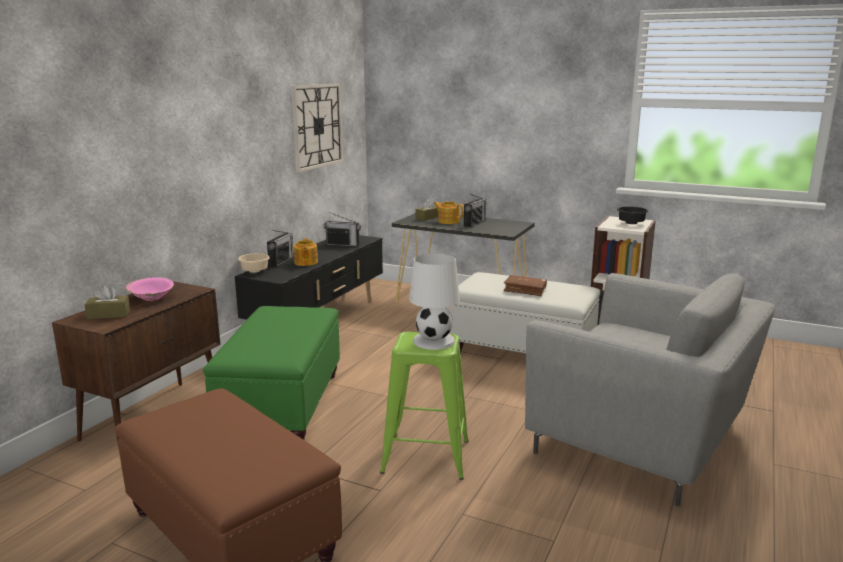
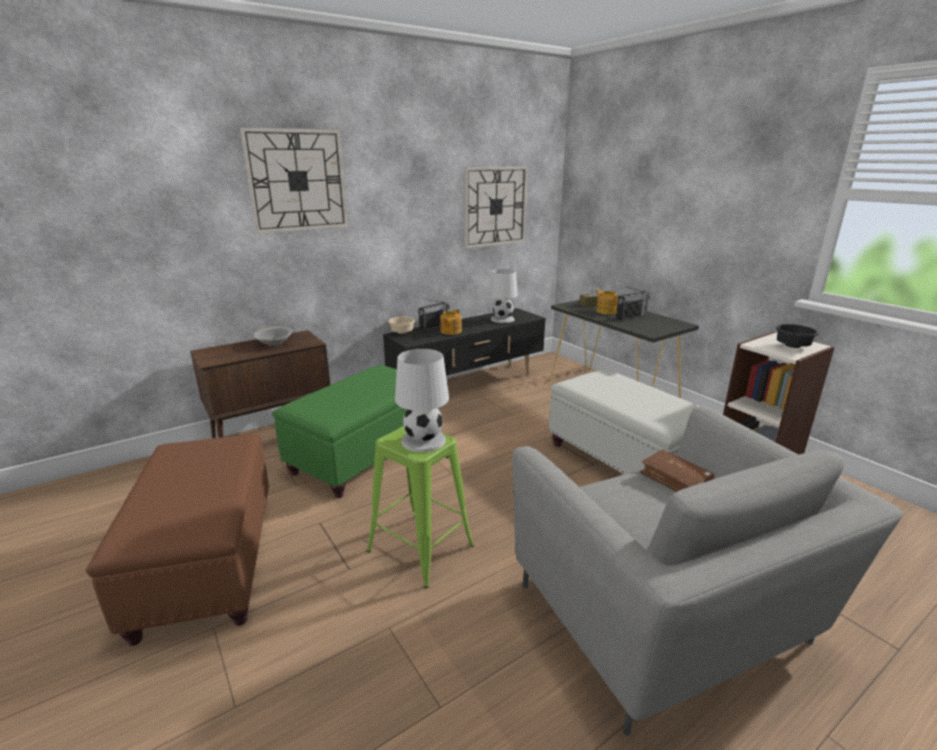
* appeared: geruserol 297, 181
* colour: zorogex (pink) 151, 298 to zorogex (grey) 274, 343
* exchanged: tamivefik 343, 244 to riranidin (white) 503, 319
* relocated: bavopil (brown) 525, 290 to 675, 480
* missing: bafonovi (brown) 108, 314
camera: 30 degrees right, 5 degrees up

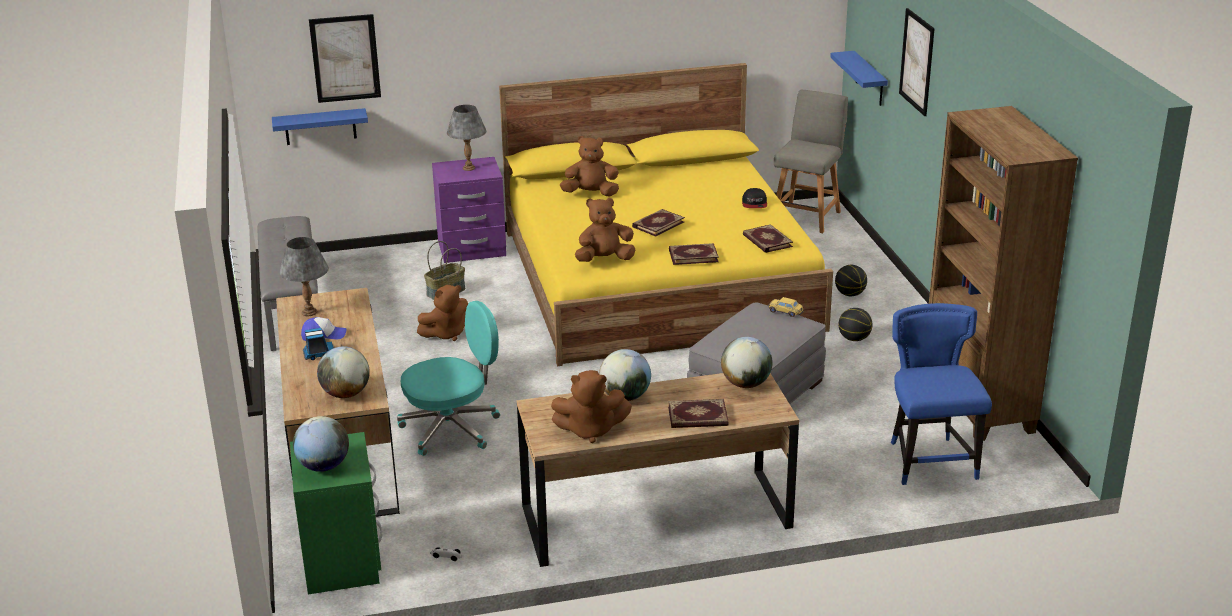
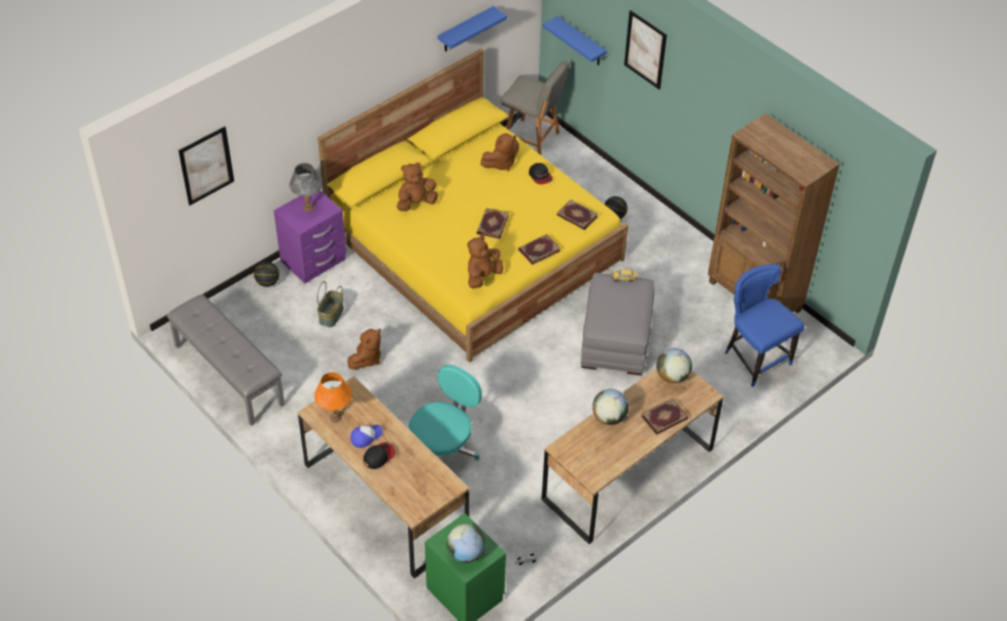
* relocated: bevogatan 854, 338 to 267, 282
* colour: riranidin (grey) 309, 312 to riranidin (orange) 335, 418
* exchanged: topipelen 318, 354 to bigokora 379, 456
* relocated: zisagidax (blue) 320, 126 to 465, 30
* relocated: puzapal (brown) 590, 430 to 501, 163
* spun: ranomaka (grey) 807, 216 = 533, 139 120 degrees clockwise
* missing: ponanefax 346, 394
camera: 30 degrees left, 20 degrees up

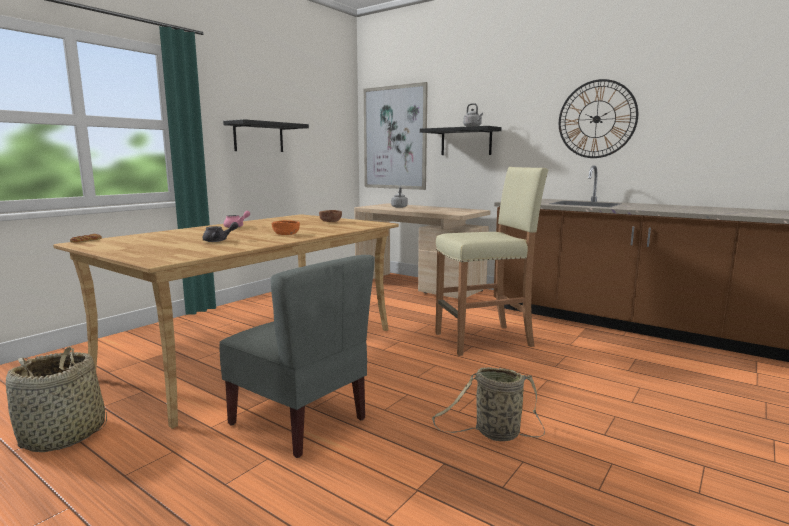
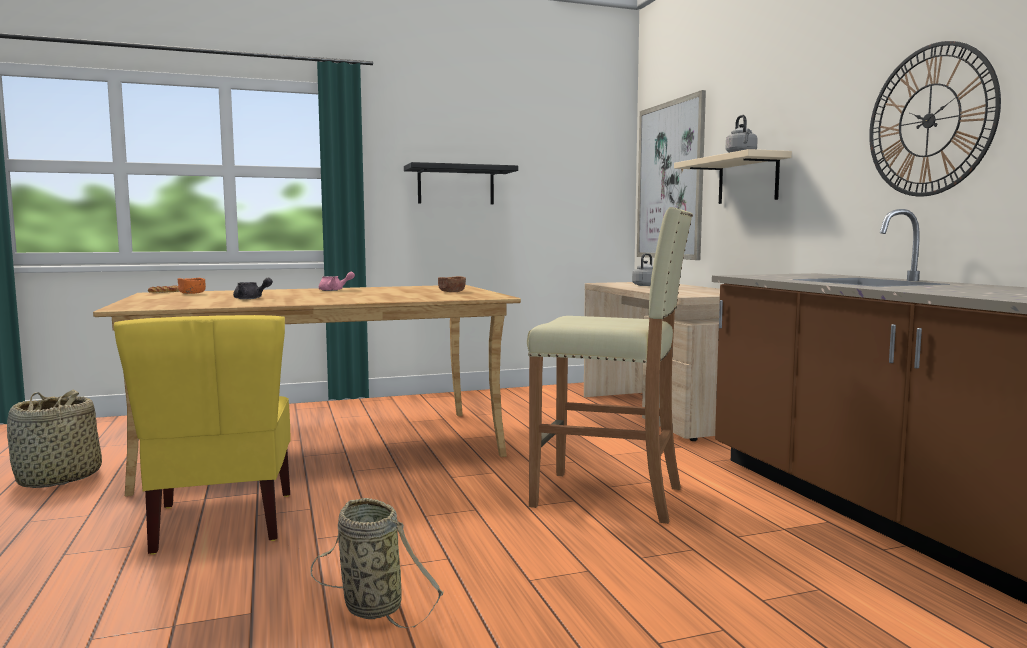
* colour: ranomaka (grey) 300, 421 to ranomaka (yellow) 222, 523
* relocated: zorogex (orange) 286, 234 to 191, 293
* colour: zisagidax (black) 466, 141 to zisagidax (beige) 748, 180
camera: 35 degrees right, 5 degrees down

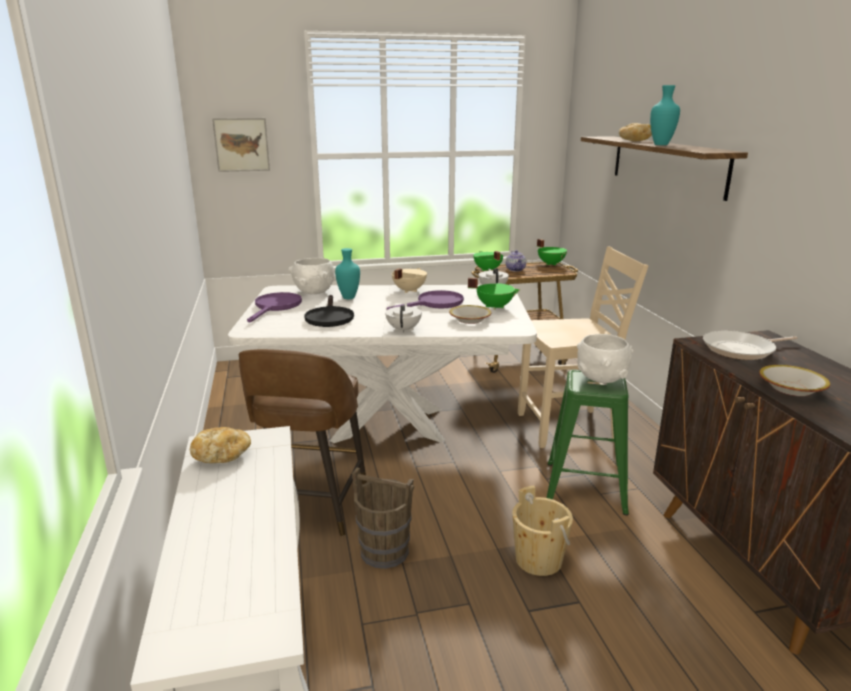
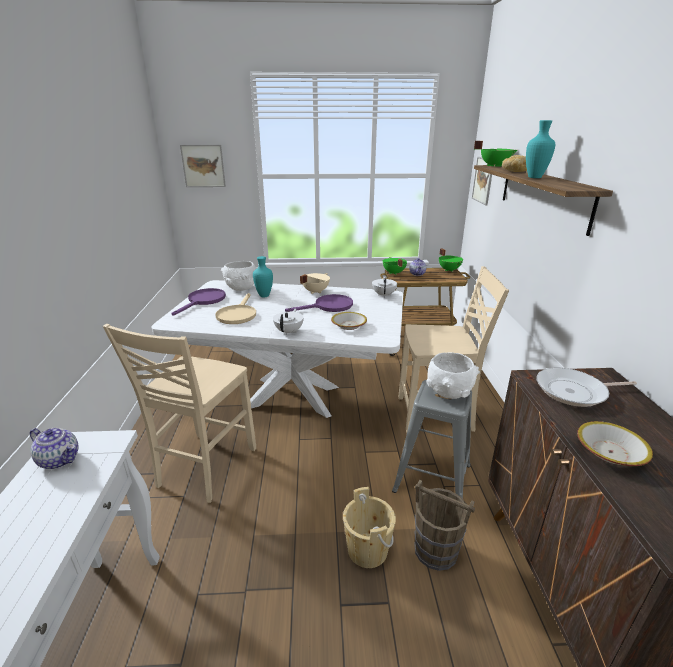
* exchanged: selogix 222, 456 to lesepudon 60, 459
* exchanged: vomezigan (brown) 311, 506 to ranomaka (beige) 204, 467
* colour: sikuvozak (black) 329, 317 to sikuvozak (beige) 237, 314
* colour: vomezigan (green) 586, 487 to vomezigan (grey) 433, 477
* relocated: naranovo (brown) 385, 552 to 436, 551
* appeared: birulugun 483, 180
* relocated: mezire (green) 494, 307 to 494, 166
camera: 10 degrees right, 5 degrees up

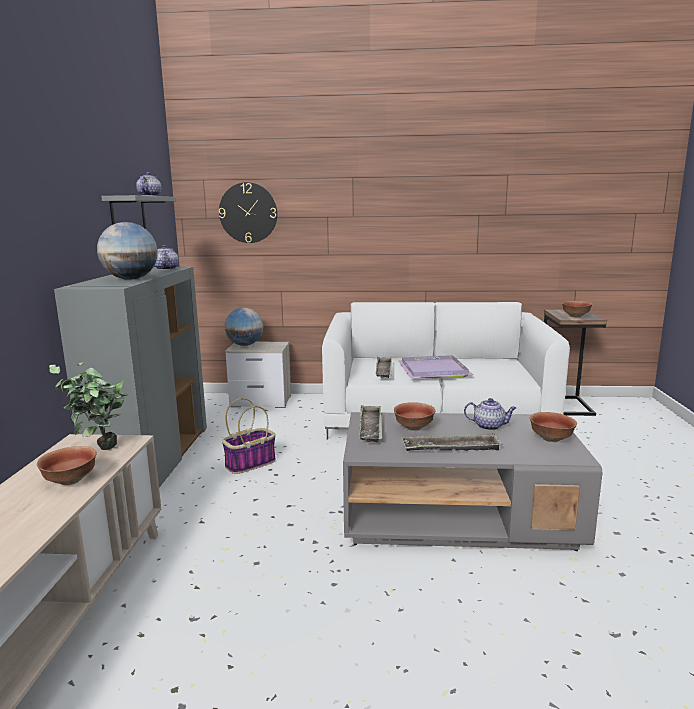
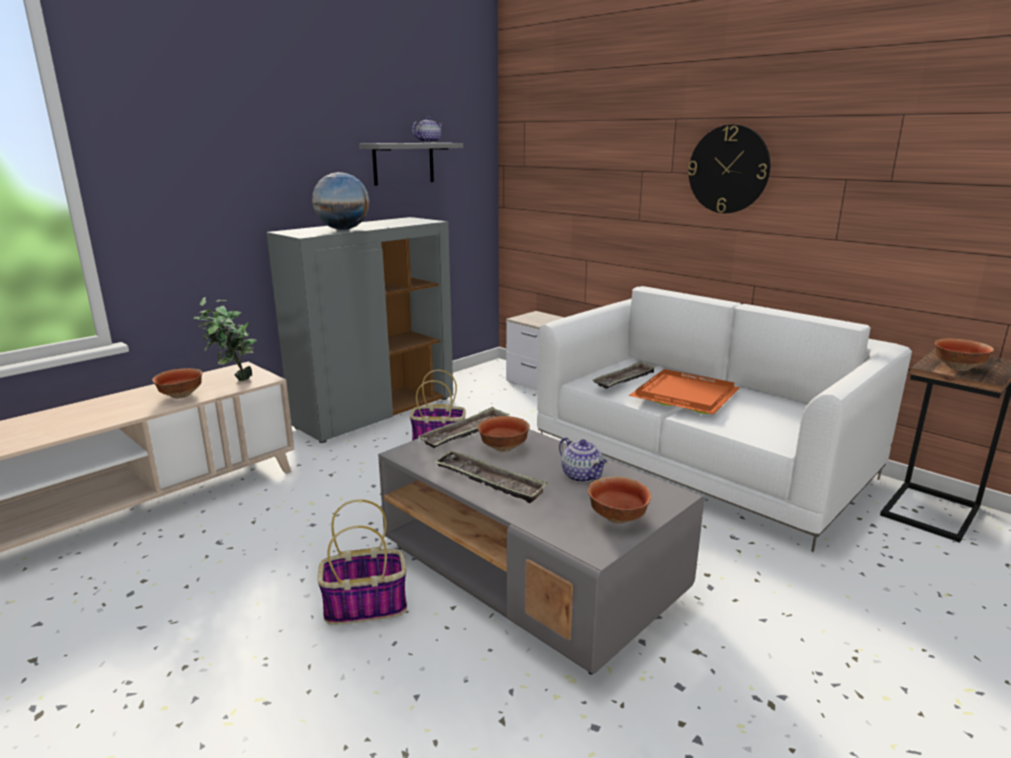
* appeared: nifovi 366, 606
* colour: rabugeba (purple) 435, 370 to rabugeba (orange) 685, 396
* relocated: geruserol 248, 213 to 728, 169
* missing: lesepudon 166, 269
* missing: ponanefax 245, 345
camera: 40 degrees right, 5 degrees up

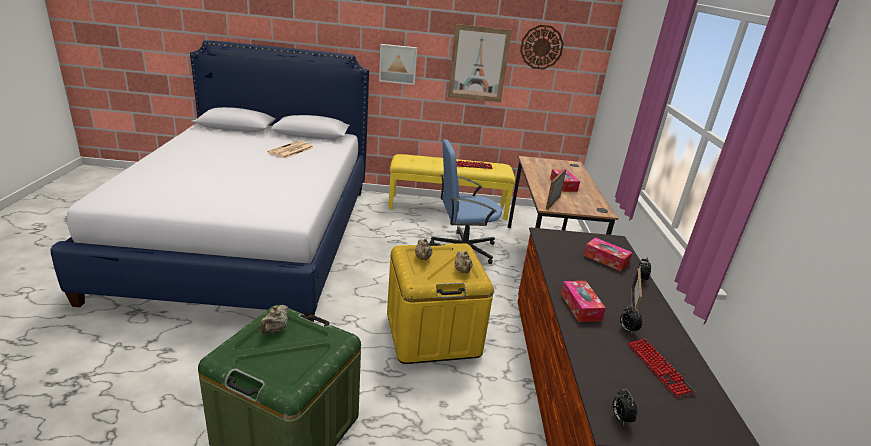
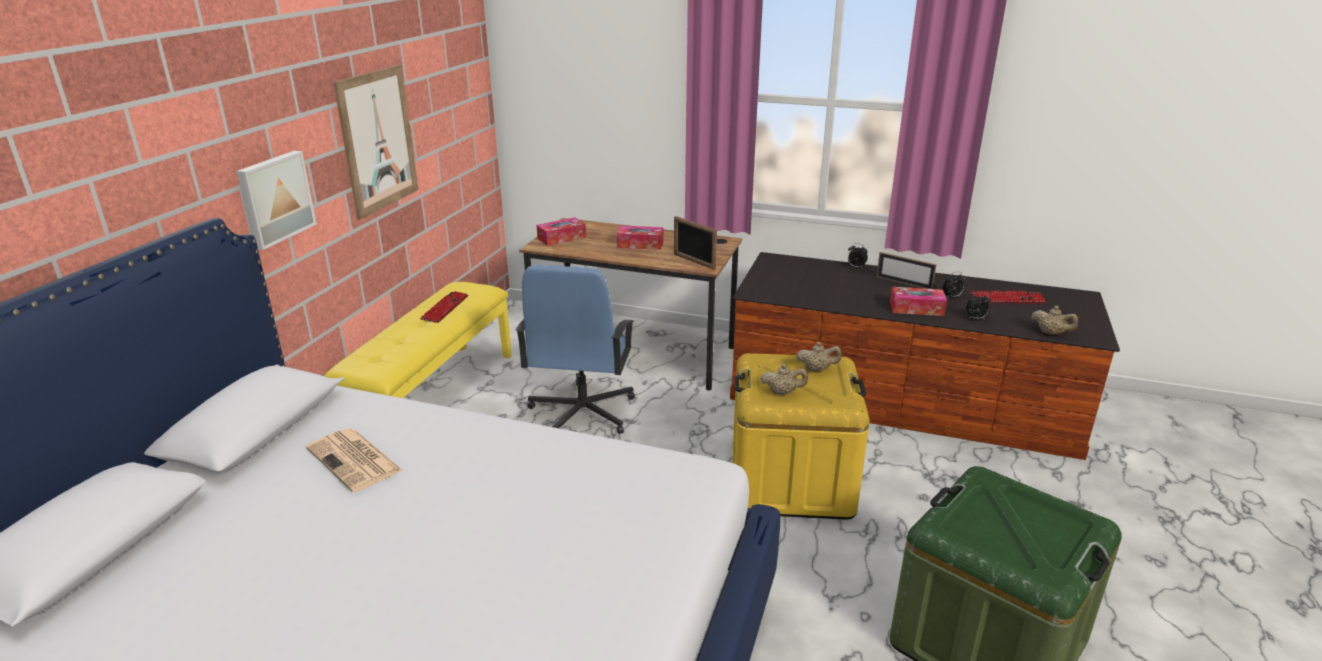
* relocated: bafonovi 606, 259 to 561, 238
* relocated: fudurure 620, 418 to 975, 319
* relocated: lesepudon (beige) 275, 330 to 1051, 333
* missing: geruserol 541, 47
camera: 70 degrees left, 0 degrees up

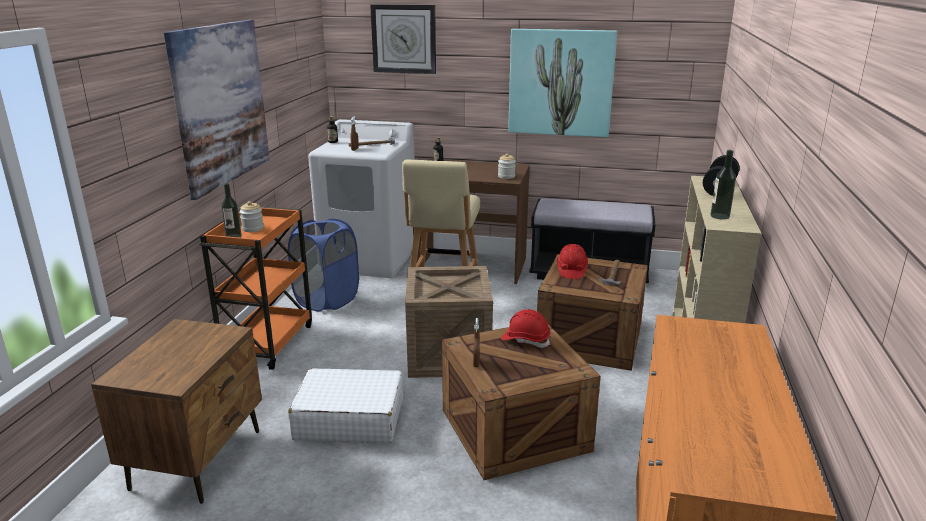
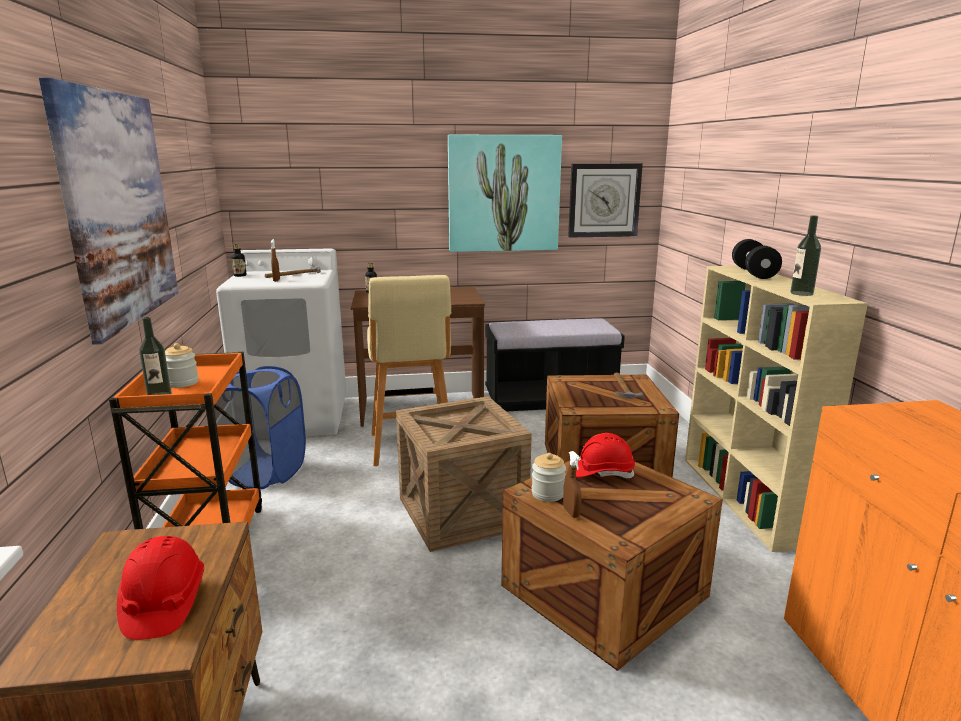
* relocated: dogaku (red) 571, 271 to 163, 604
* relocated: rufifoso 506, 176 to 548, 494
* relocated: geruserol 404, 39 to 604, 200
* missing: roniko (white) 349, 419
camera: 20 degrees left, 5 degrees down

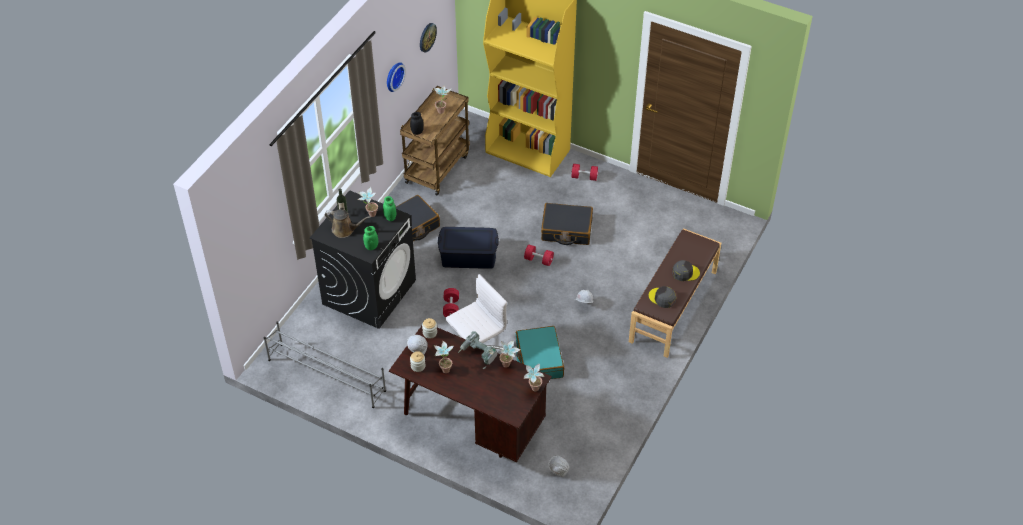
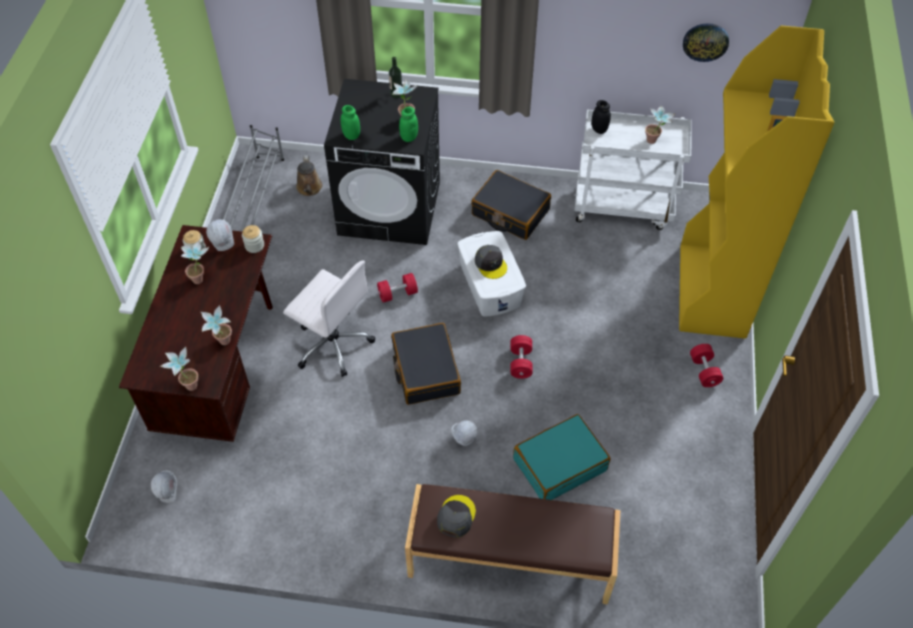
* relocated: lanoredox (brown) 345, 230 to 309, 188
* relocated: roniko (black) 566, 230 to 425, 370
* colour: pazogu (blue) 468, 256 to pazogu (white) 490, 285
* relocated: bigokora (grey) 685, 272 to 491, 264
* relocated: roniko (turquoise) 539, 359 to 559, 464
* colour: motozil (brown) 437, 168 to motozil (white) 623, 206
* missing: geruserol 393, 76
* missing: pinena 478, 355
camera: 70 degrees right, 5 degrees up

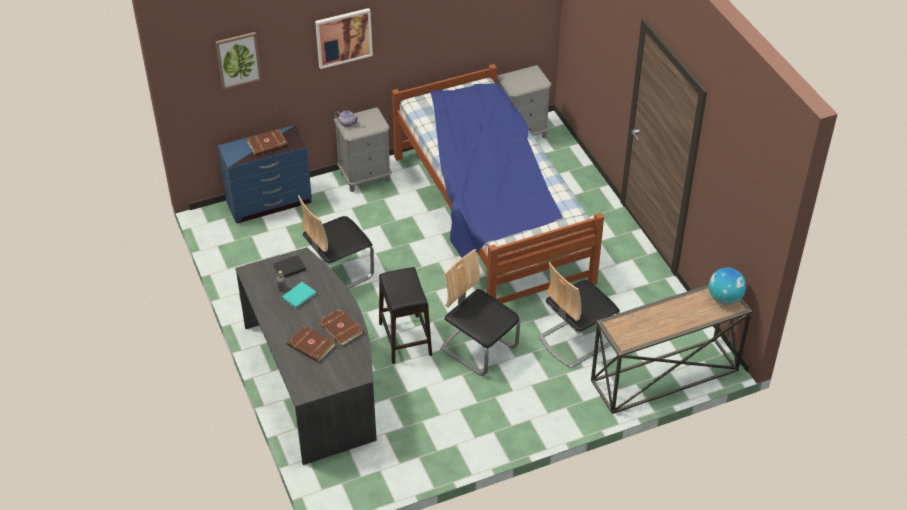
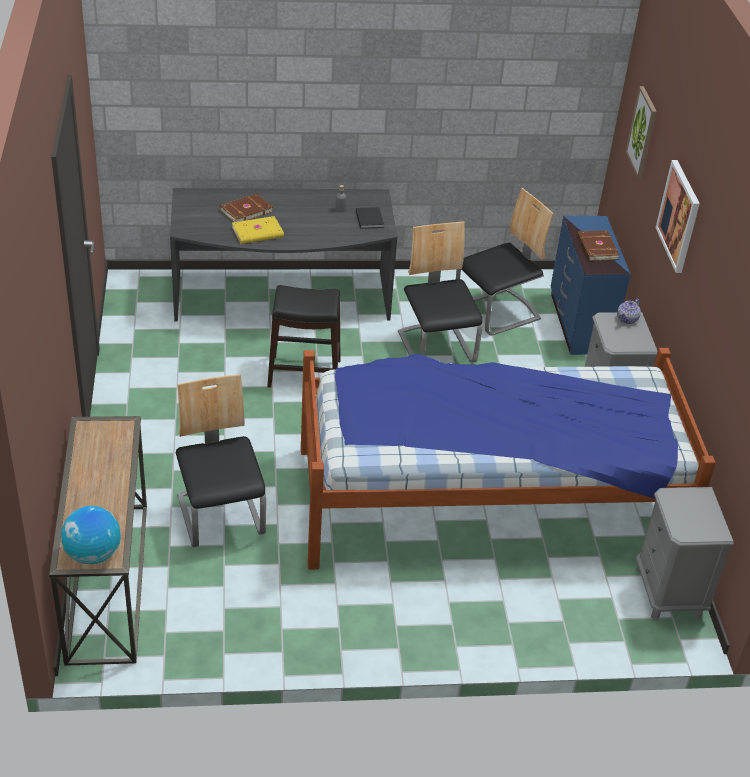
* colour: bavopil (brown) 341, 328 to bavopil (yellow) 258, 233
* relocated: ranomaka 479, 348 to 497, 312
* missing: bavopil (turquoise) 300, 296
camera: 105 degrees right, 5 degrees down

